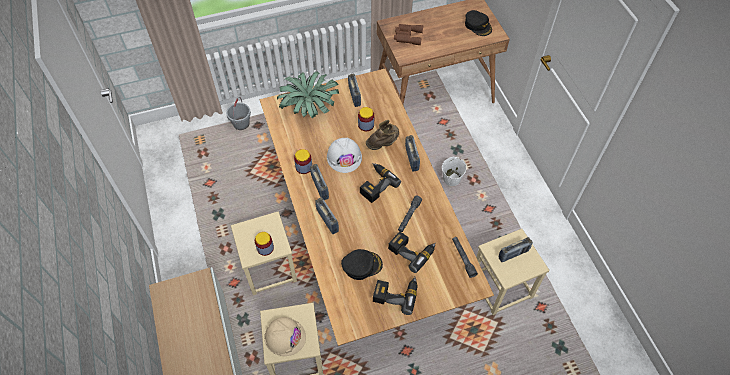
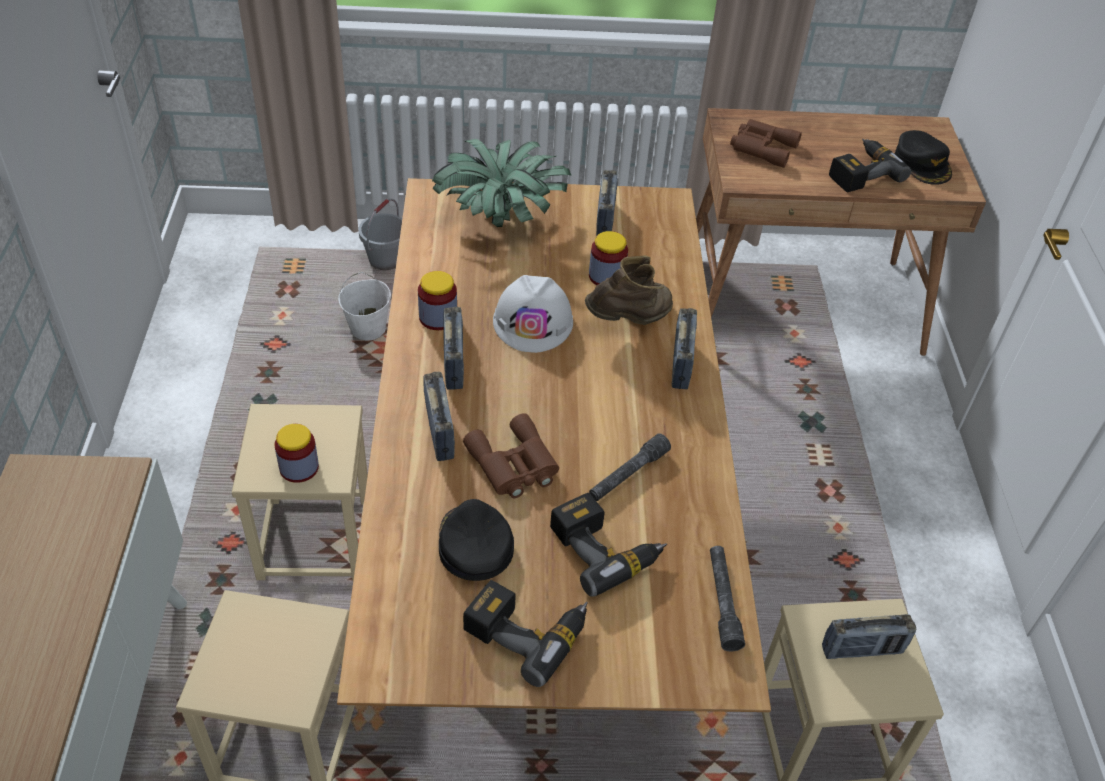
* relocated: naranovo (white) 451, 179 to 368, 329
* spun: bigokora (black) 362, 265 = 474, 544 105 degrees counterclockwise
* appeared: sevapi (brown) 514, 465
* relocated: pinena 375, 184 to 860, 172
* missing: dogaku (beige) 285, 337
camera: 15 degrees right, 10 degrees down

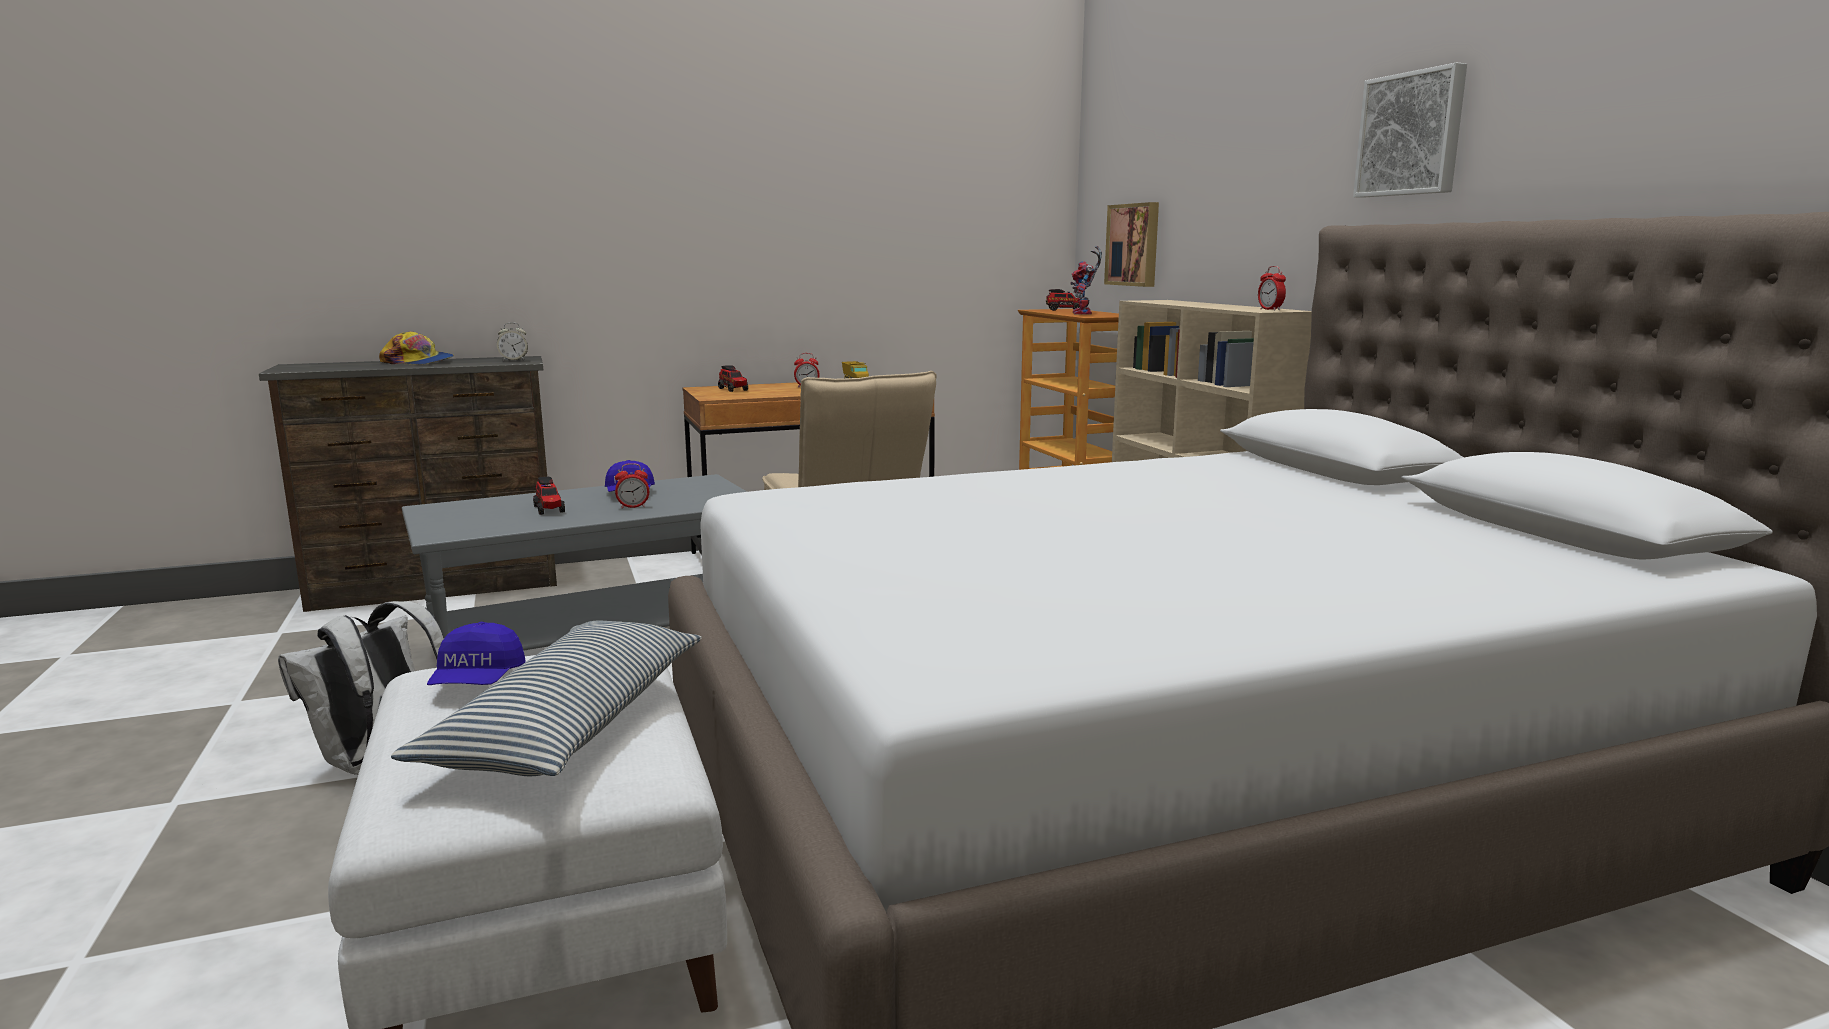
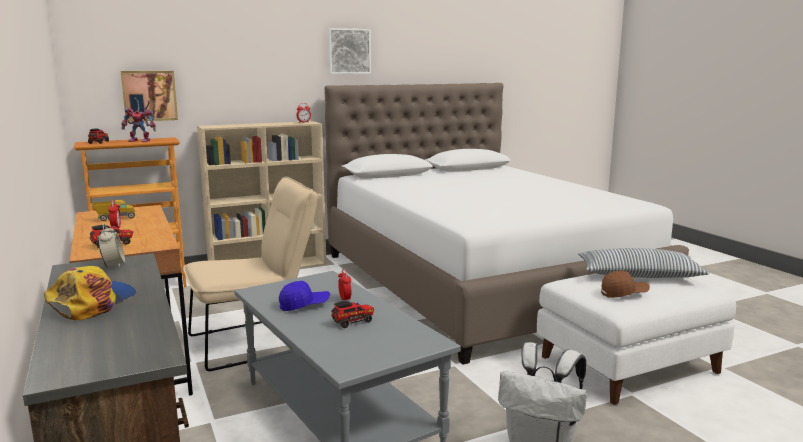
* colour: bigokora (blue) 477, 682 to bigokora (brown) 624, 294
camera: 95 degrees left, 0 degrees up

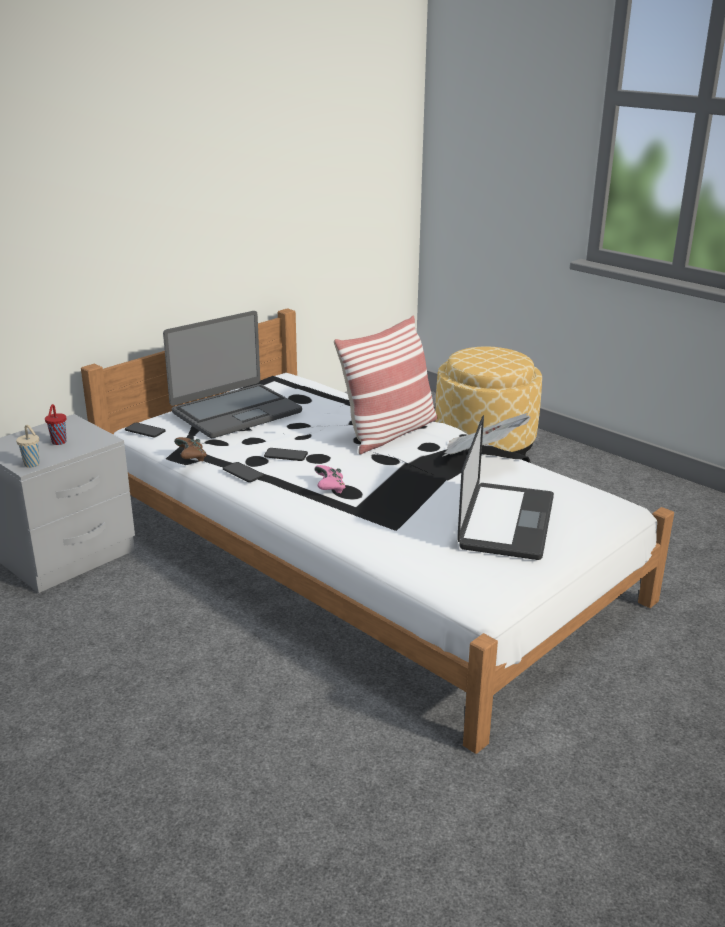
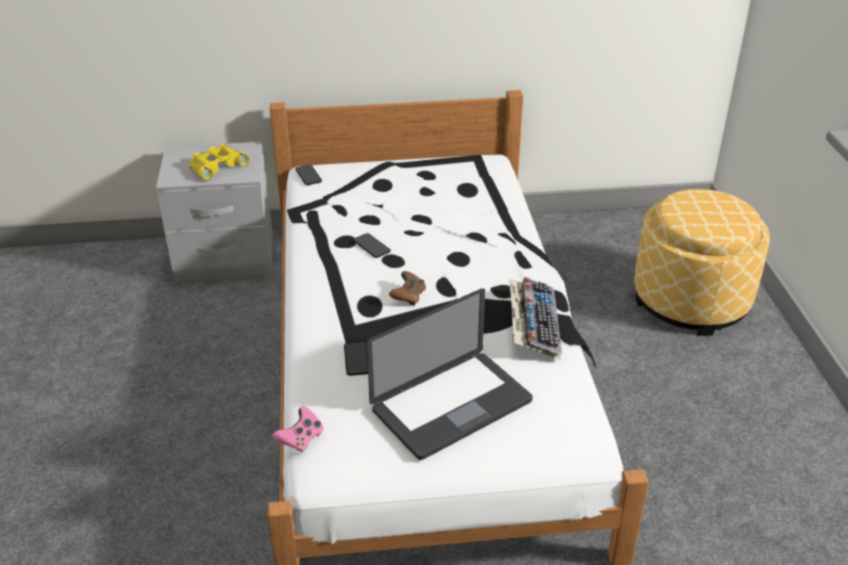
* exchanged: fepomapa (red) 58, 442 to sevapi (yellow) 216, 166
* relocated: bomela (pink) 330, 488 to 301, 439
* relocated: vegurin 243, 473 to 356, 359
* relocated: bomela (brown) 191, 458 to 408, 297
* exchanged: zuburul 482, 456 to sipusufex 533, 324
* missing: fepomapa (beige) 32, 464
* missing: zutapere 235, 412
* missing: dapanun 389, 433
camera: 40 degrees right, 10 degrees up

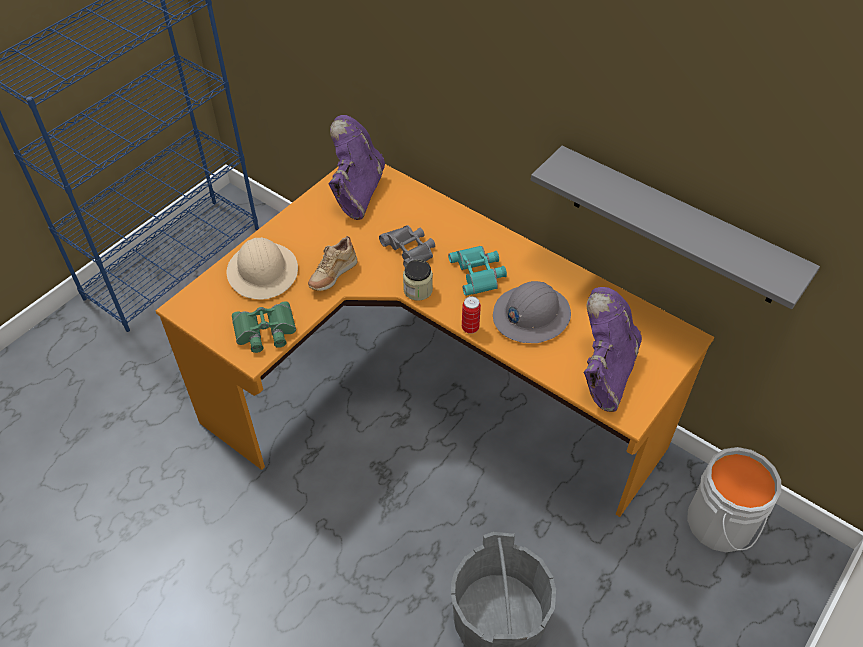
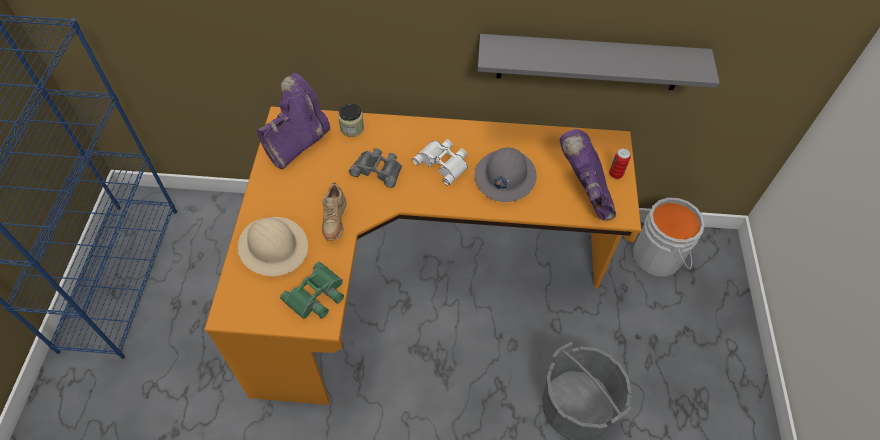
* spun: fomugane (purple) 356, 192 = 298, 142 60 degrees clockwise
* relocated: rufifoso 418, 290 to 352, 128
* colour: sevapi (turquoise) 479, 273 to sevapi (white) 443, 162
* relocated: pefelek 470, 328 to 615, 174
camera: 35 degrees left, 5 degrees up

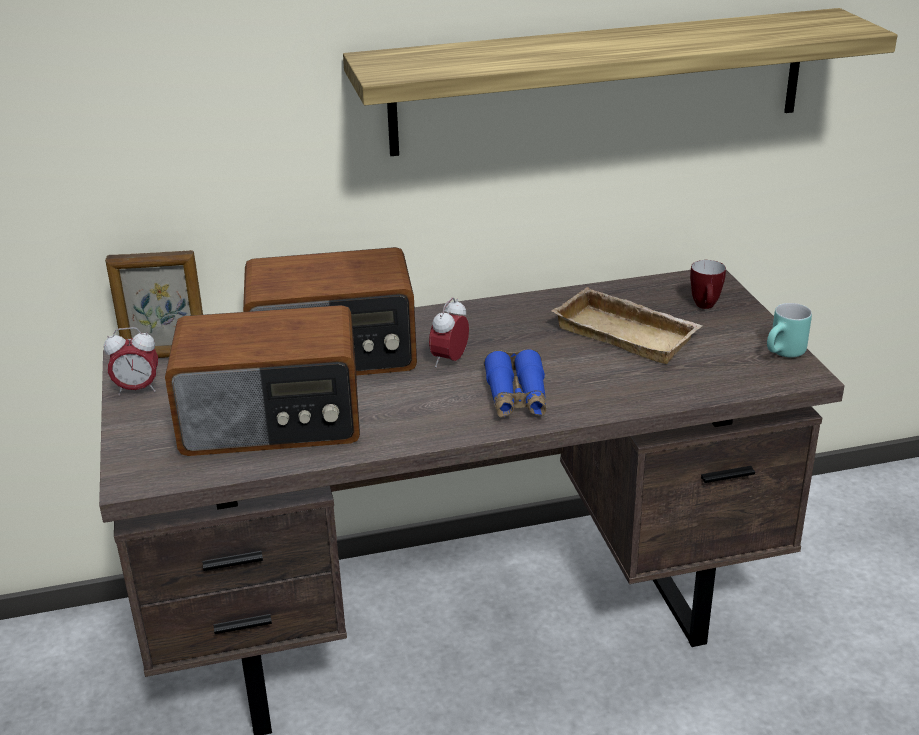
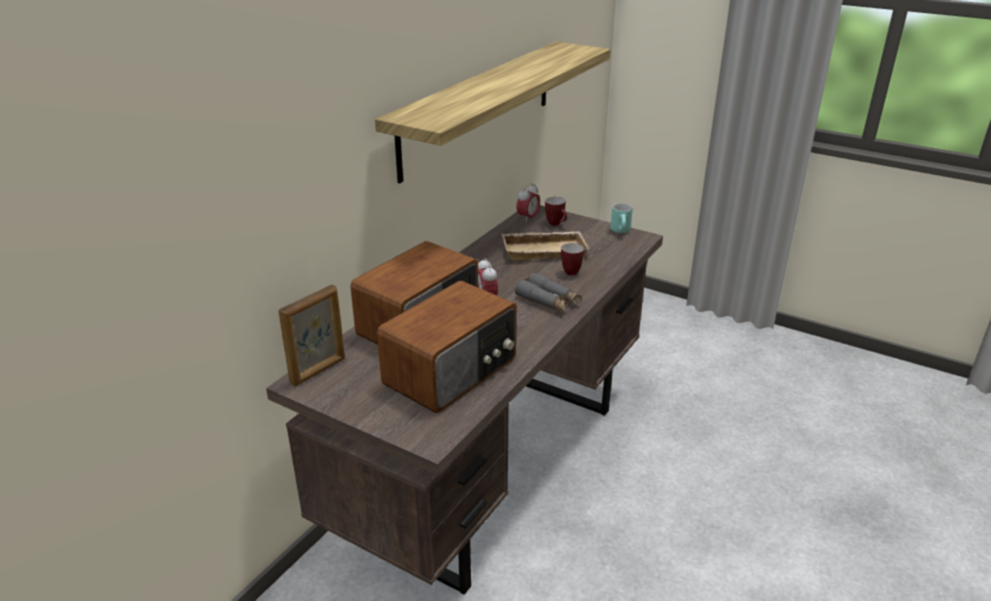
* colour: sevapi (blue) 516, 397 to sevapi (grey) 548, 301
* relocated: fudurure 137, 389 to 528, 218
* appeared: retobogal 571, 271
camera: 45 degrees left, 0 degrees up

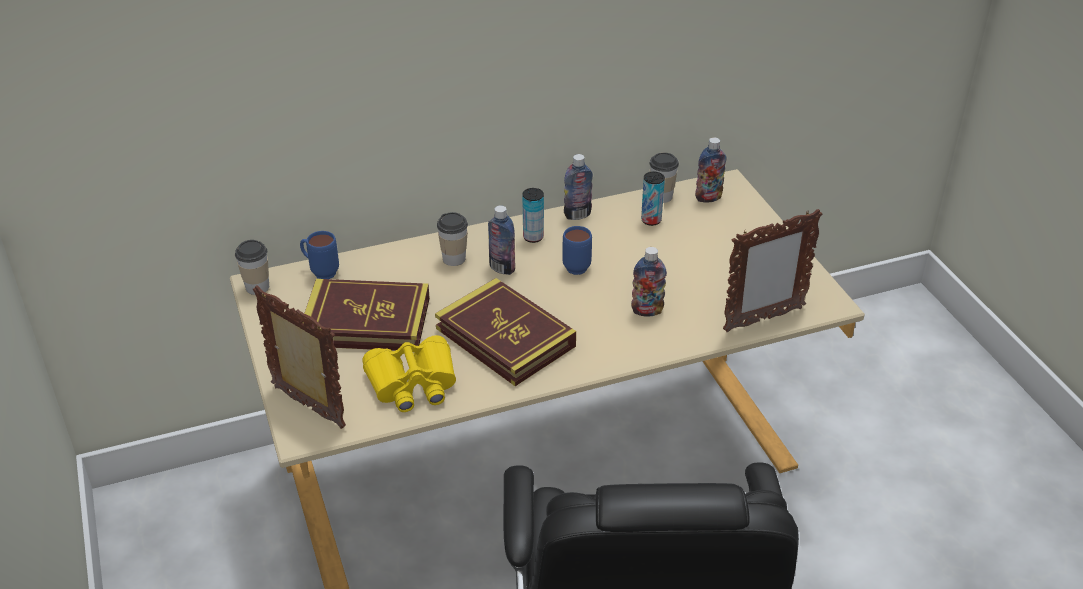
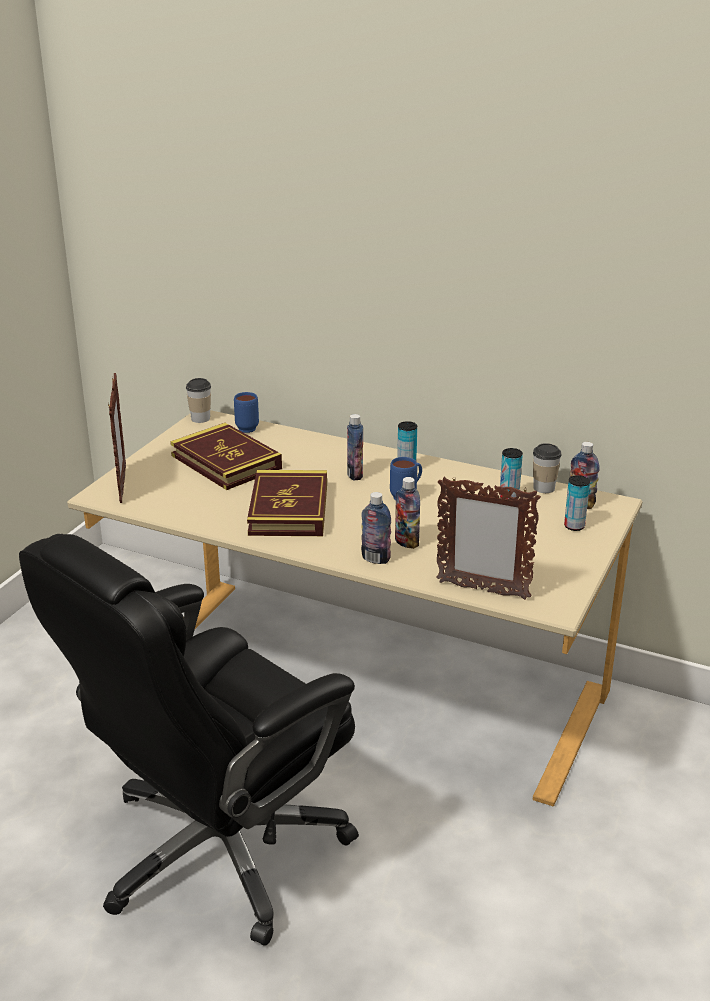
* relocated: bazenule 577, 215 to 375, 559
* appeared: pefelek 574, 526
* missing: sevapi (yellow) 412, 384
* missing: fepomapa 454, 258
camera: 45 degrees right, 10 degrees down

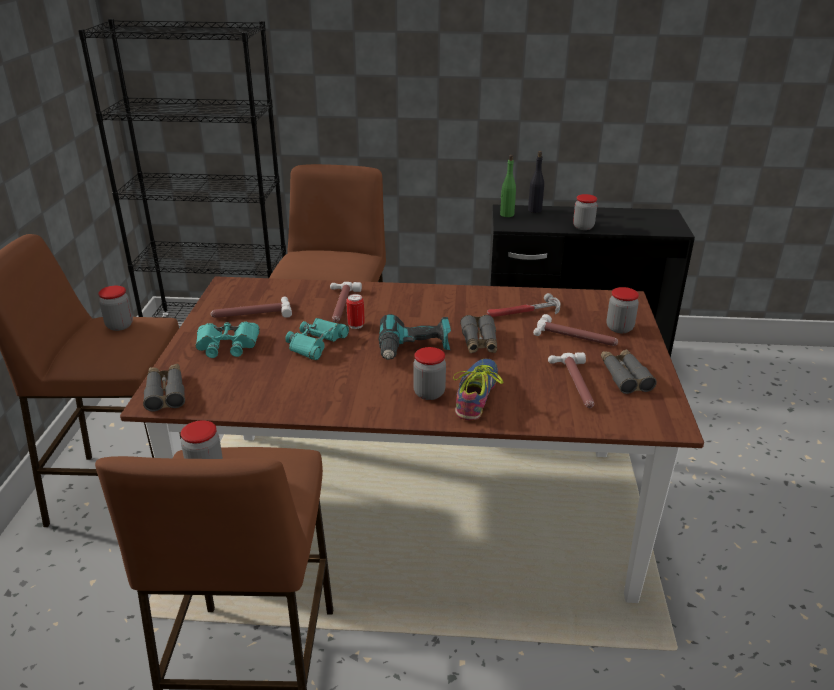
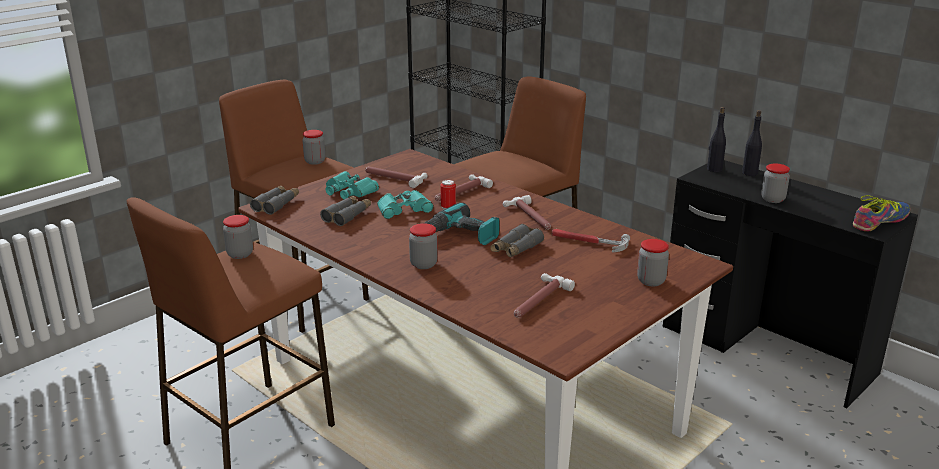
* relocated: sevapi (grey) 624, 376 to 347, 215
* relocated: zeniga 575, 338 to 530, 217
* colour: bazenule (green) 506, 214 to bazenule (black) 714, 169
* relocated: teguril 476, 395 to 879, 221
camera: 40 degrees right, 5 degrees down

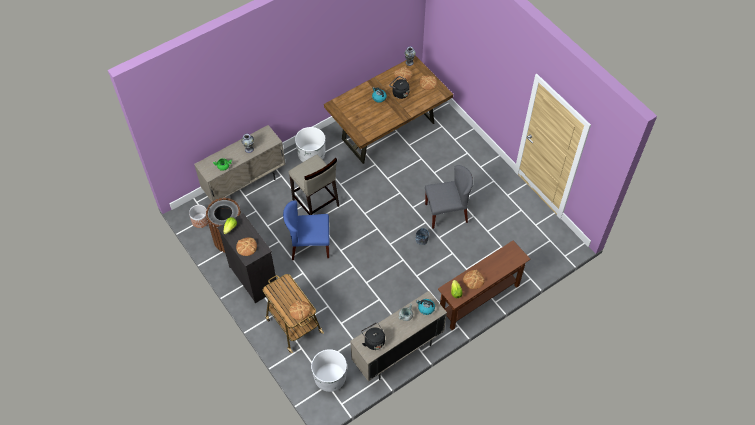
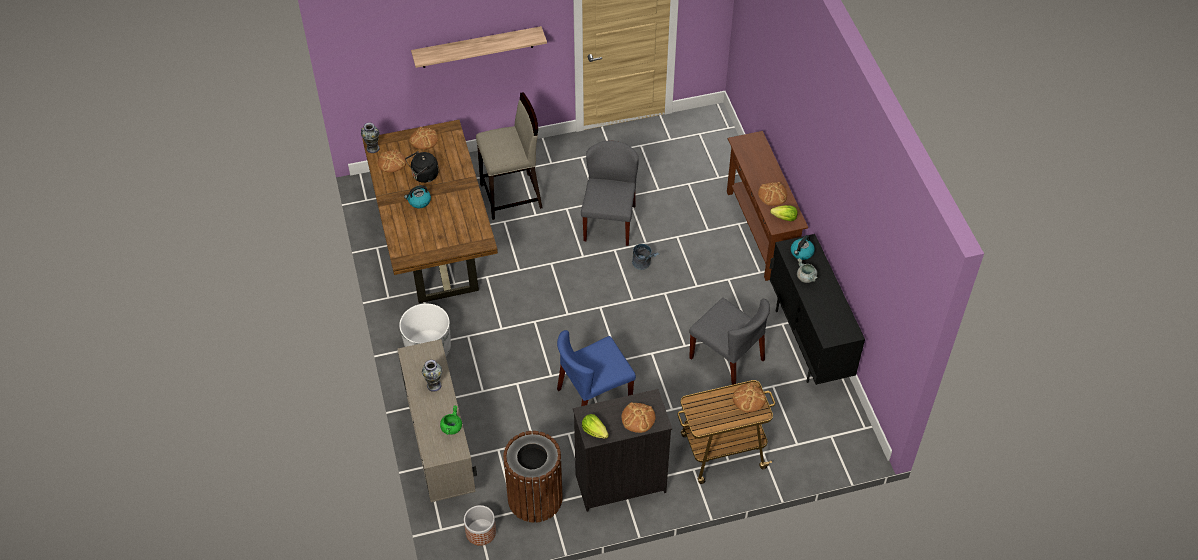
* appeared: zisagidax 477, 47
* relocated: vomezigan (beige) 315, 203 to 512, 196
* spun: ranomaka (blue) 309, 245 = 594, 396 45 degrees clockwise
* appeared: ranomaka (grey) 727, 359
* colour: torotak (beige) 397, 353 to torotak (black) 808, 342
* missing: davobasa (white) 330, 378
* missing: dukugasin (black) 373, 341
camera: 70 degrees left, 5 degrees down

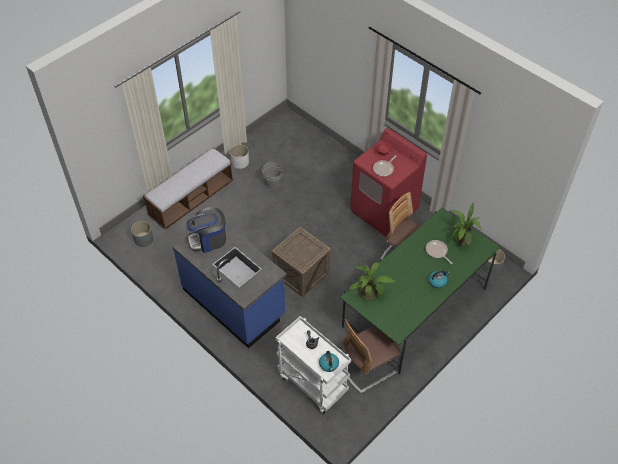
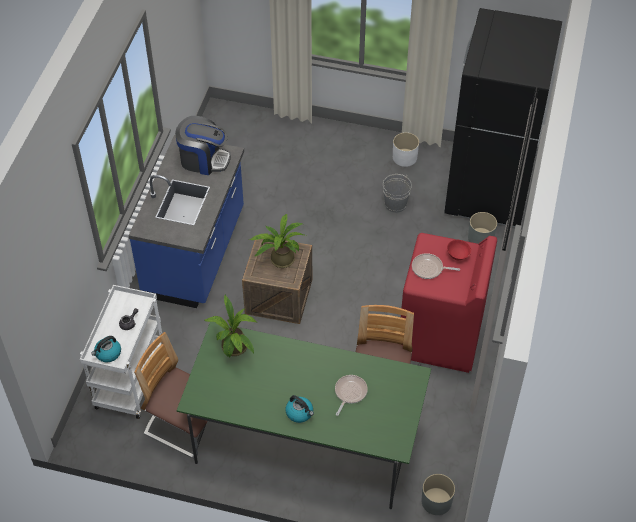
* spun: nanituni 208, 240 = 203, 159 150 degrees clockwise
* relocated: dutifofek 461, 240 to 279, 259
* appeared: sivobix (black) 489, 190
* relocated: davobasa (grey) 143, 239 to 480, 237
* missing: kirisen 191, 199
camera: 60 degrees right, 0 degrees up

